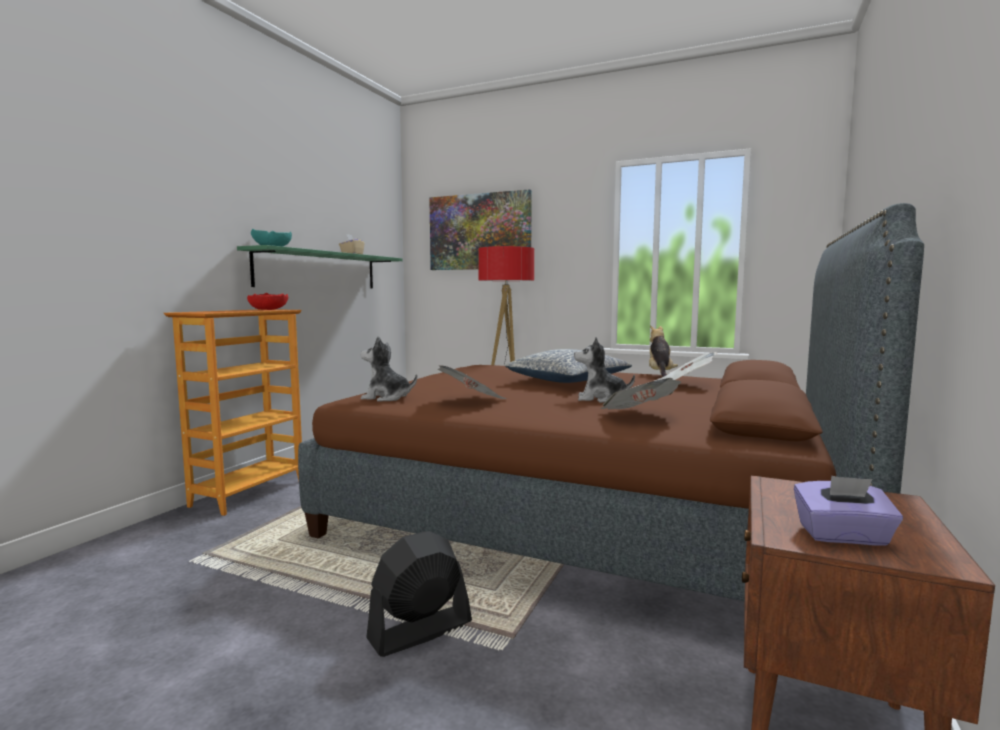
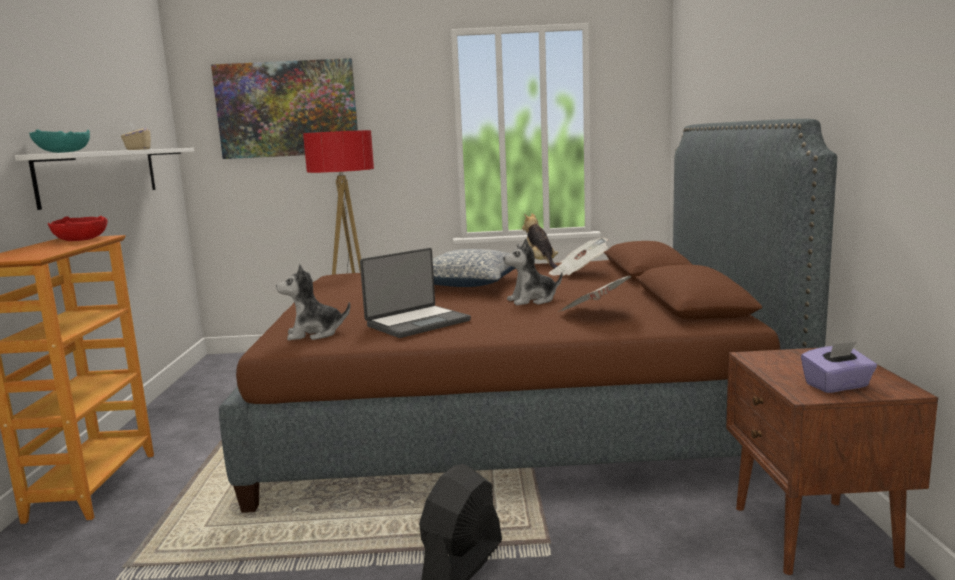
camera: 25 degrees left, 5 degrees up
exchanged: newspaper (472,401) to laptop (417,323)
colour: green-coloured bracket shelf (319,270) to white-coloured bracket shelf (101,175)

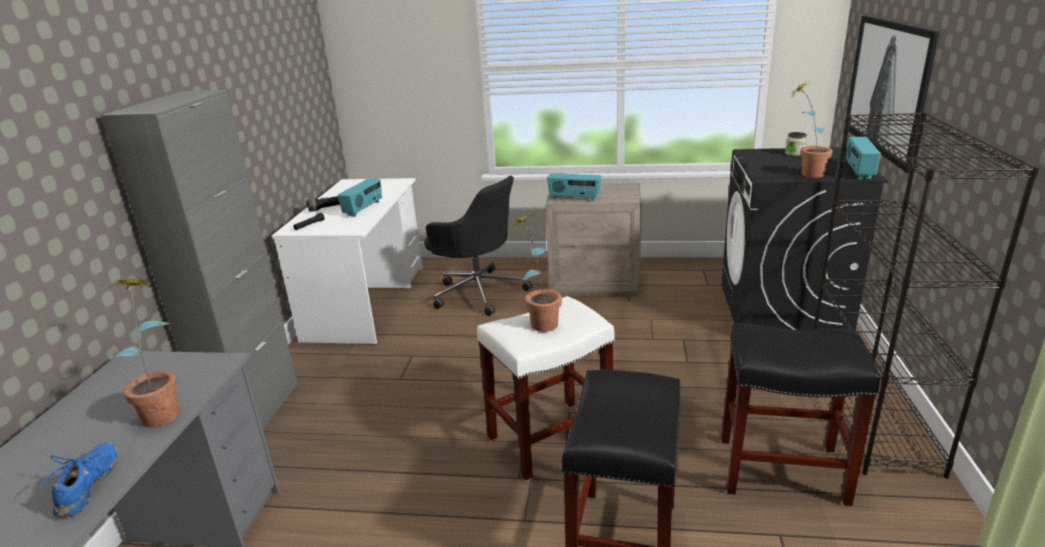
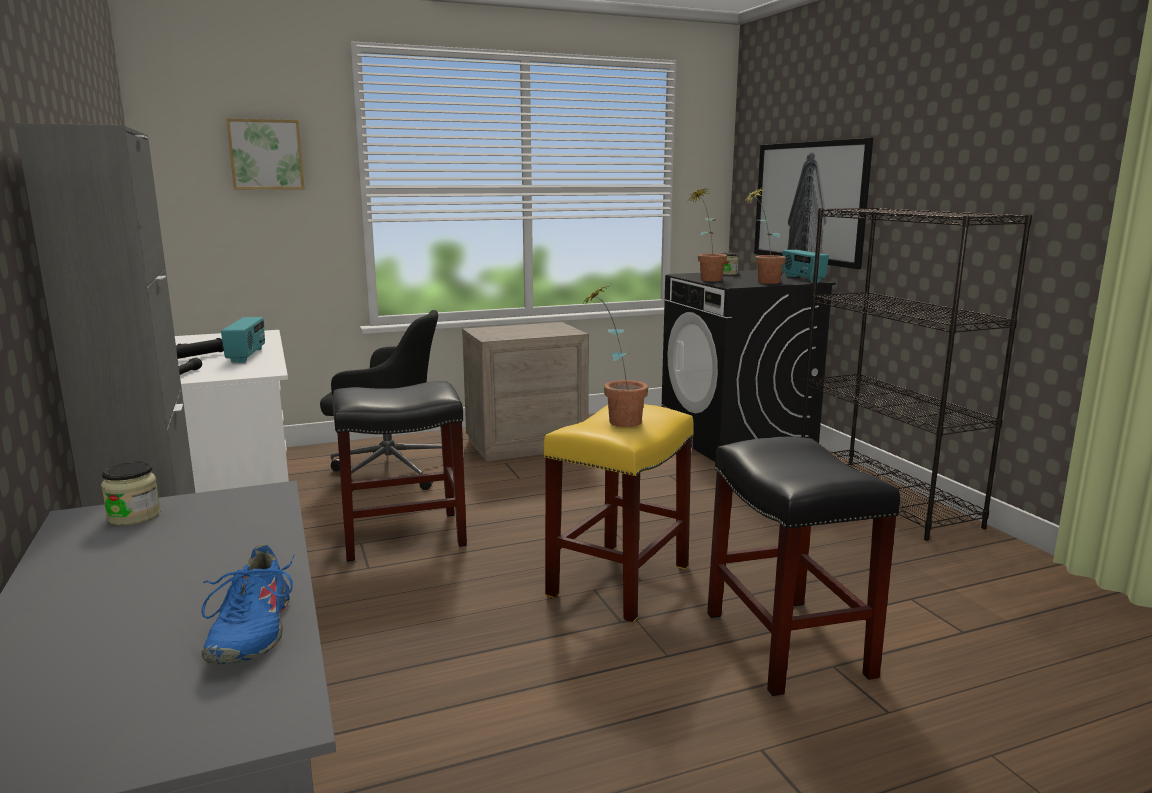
camera: 30 degrees left, 10 degrees down
missing: radio receiver (574,198)
appeared: jar (134,516); picture (266,154)
relocated: potted plant (165,409) to (706,279); black sitting stool (780,470) to (402,536)
colour: white-coloured sitting stool (550,438) to yellow sitting stool (619,580)
spun: blue low shoe (90,486) = (250,631) 150 degrees counterclockwise

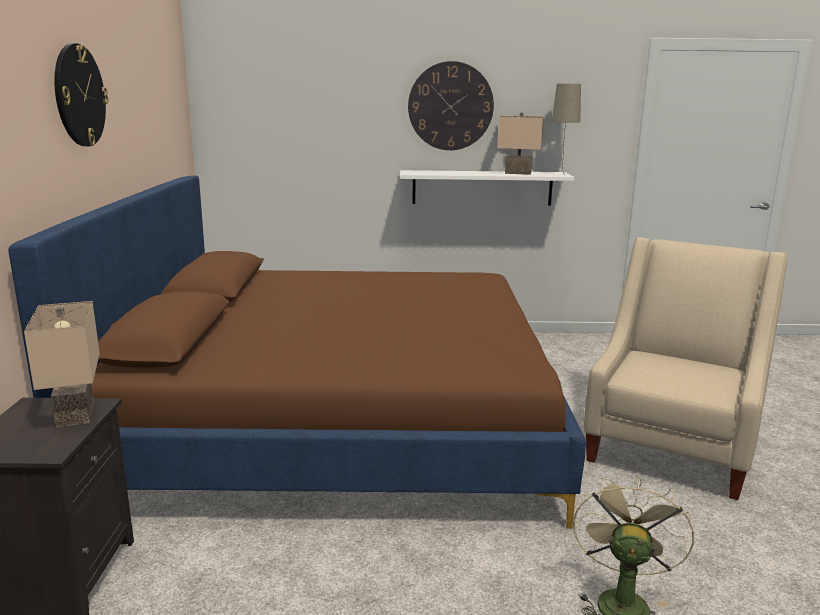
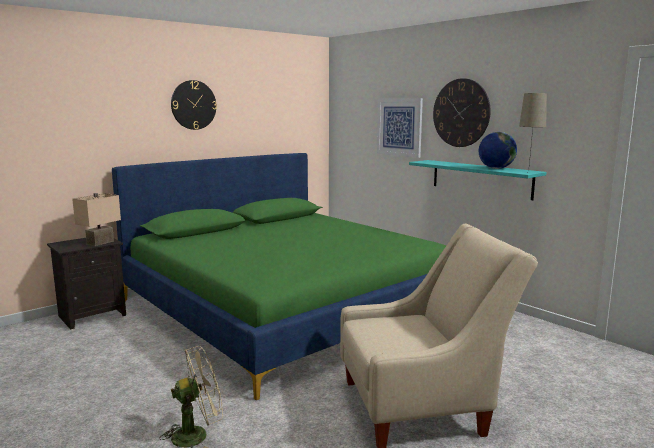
camera: 50 degrees right, 5 degrees down
appeared: picture (399,127)
exchanged: beige-coloured lamp for a table (517,173) to globe (496,168)
colour: brown bedroom bed (338,416) to green-coloured bedroom bed (286,307); white-coloured bracket shelf (482,187) to blue-green bracket shelf (480,179)

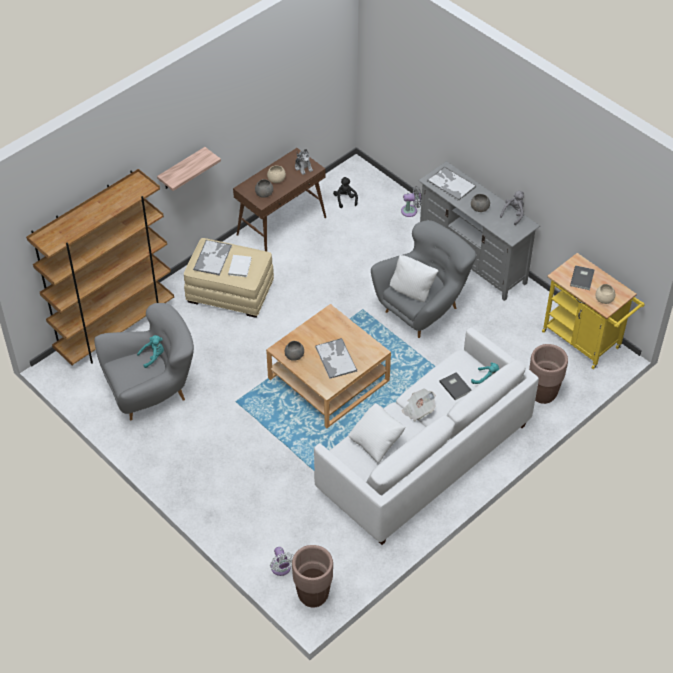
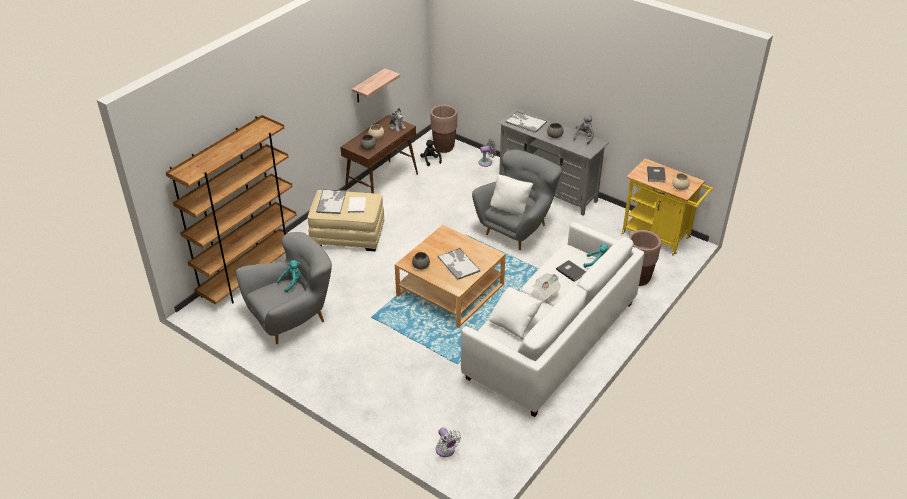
camera: 10 degrees left, 10 degrees down
relocated: bracket shelf (182,169) to (369,86); brown planter (313,595) to (444,147)

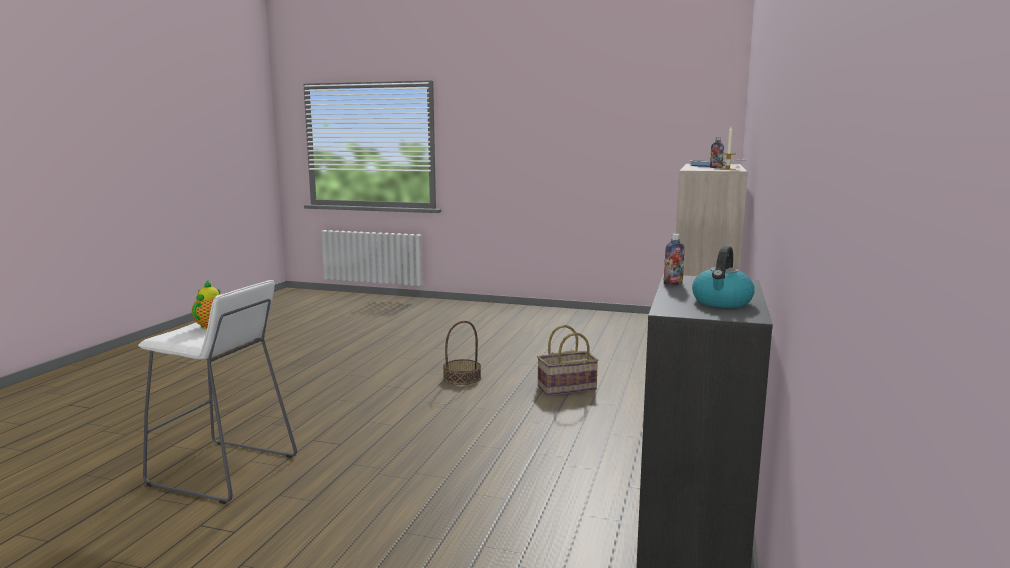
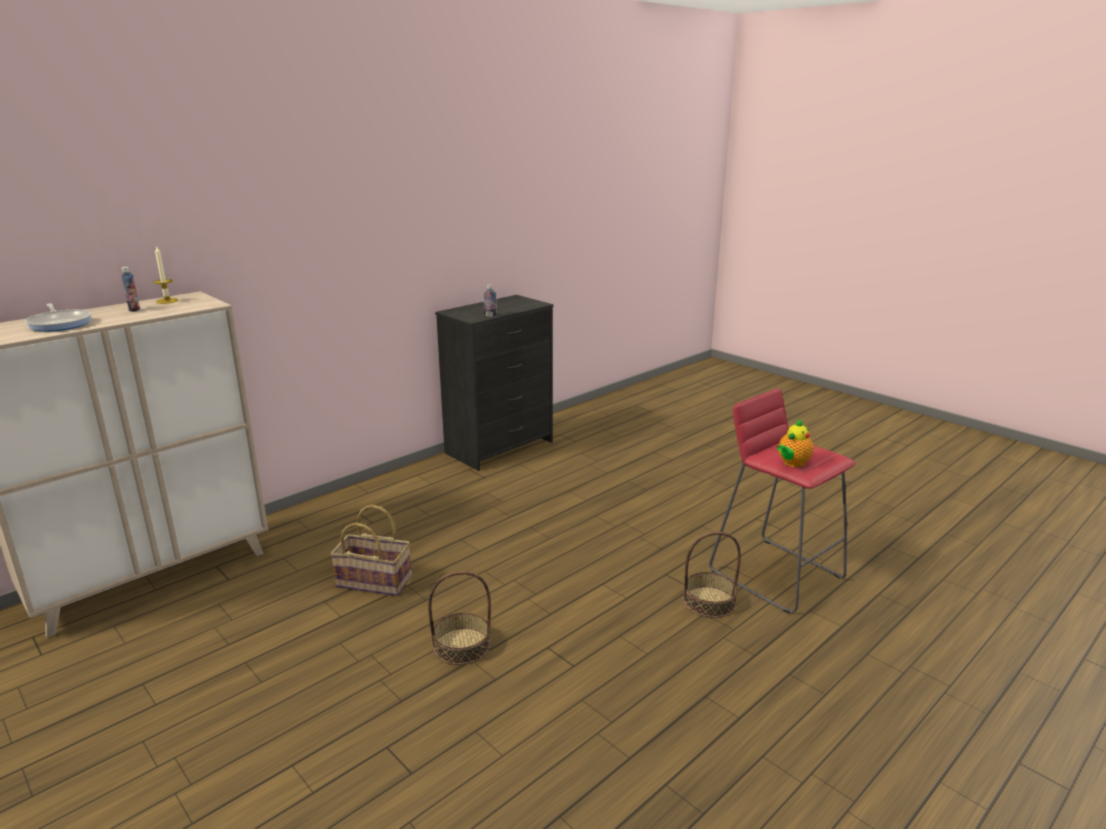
camera: 150 degrees left, 10 degrees up
missing: kettle (722,302)
appeared: storage basket (709,602)
colour: white-coloured sitting stool (223,471) to red sitting stool (776,573)

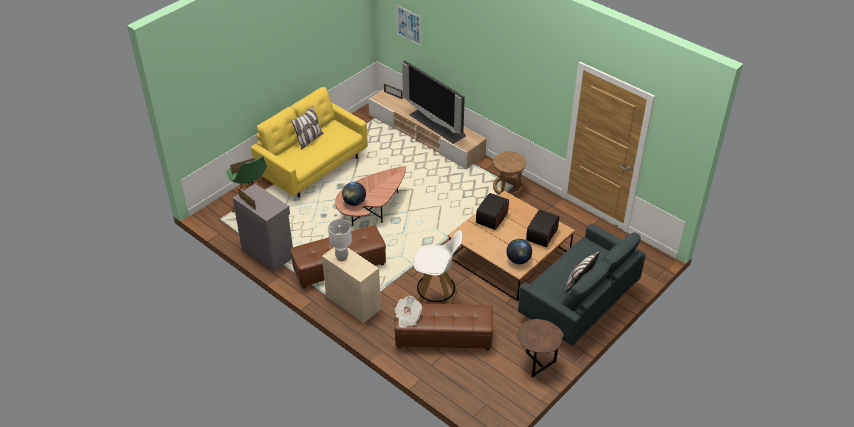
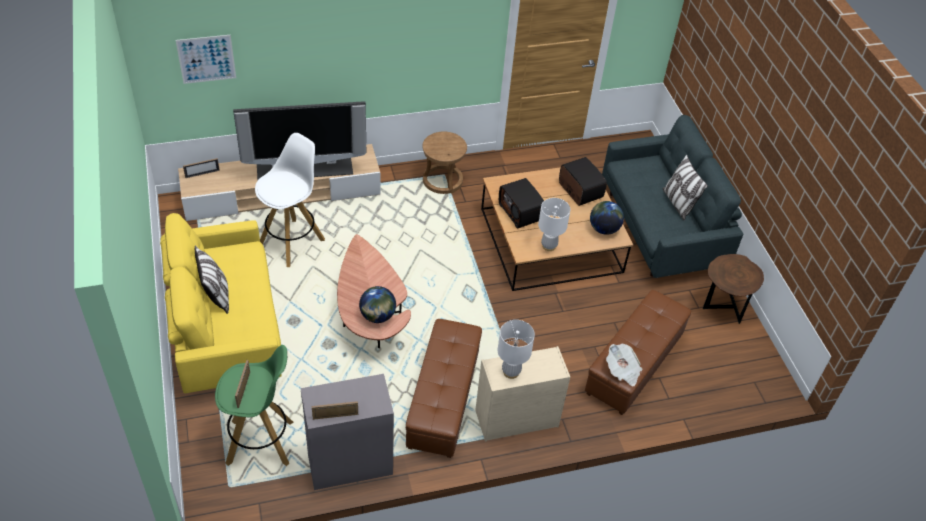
camera: 60 degrees left, 5 degrees up
appeared: white-coloured lamp for a table (548,246)
relocated: white-coloured sitting stool (436,303) to (292,242)

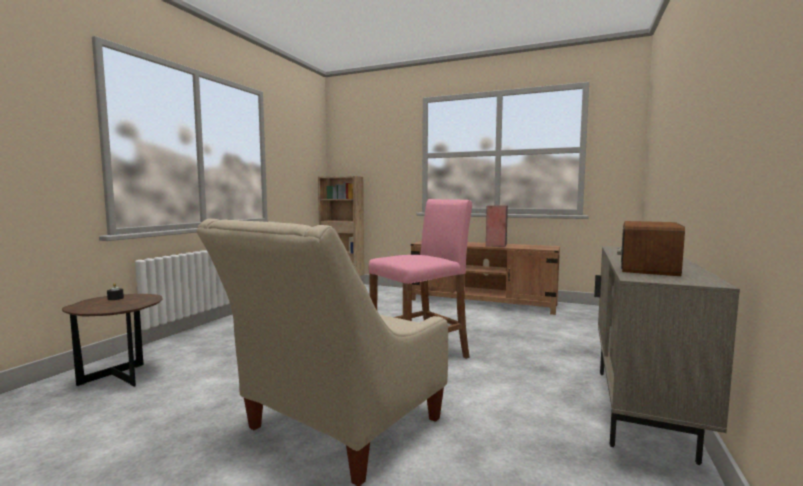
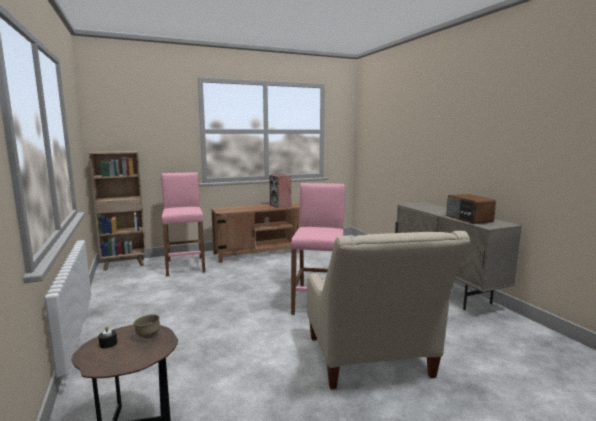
camera: 45 degrees left, 5 degrees up
appeared: brown bowl (148,336); pink sitting stool (185,266)

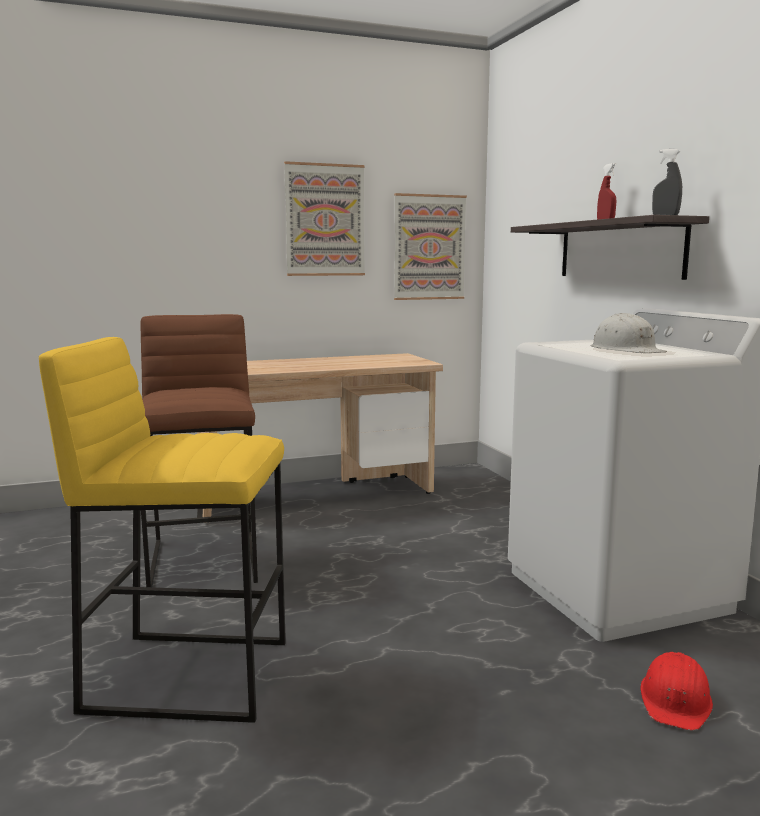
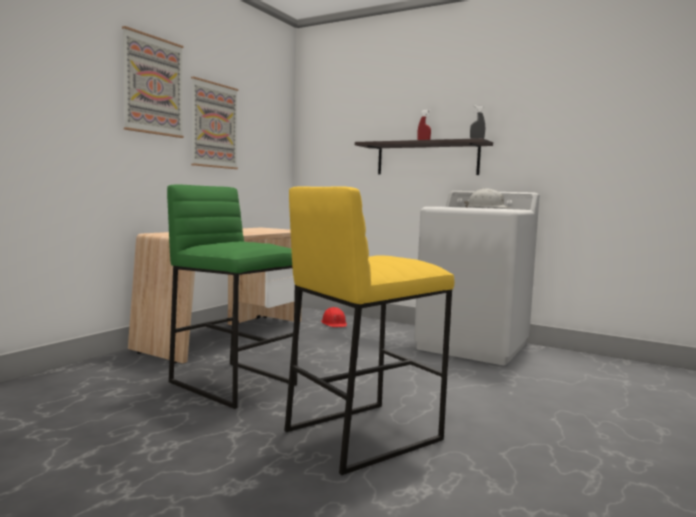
camera: 40 degrees left, 5 degrees down
relocated: picture (429,247) to (153,86); red safety helmet (676,700) to (334,323)
colour: brown sitting stool (205,561) to green-coloured sitting stool (234,383)

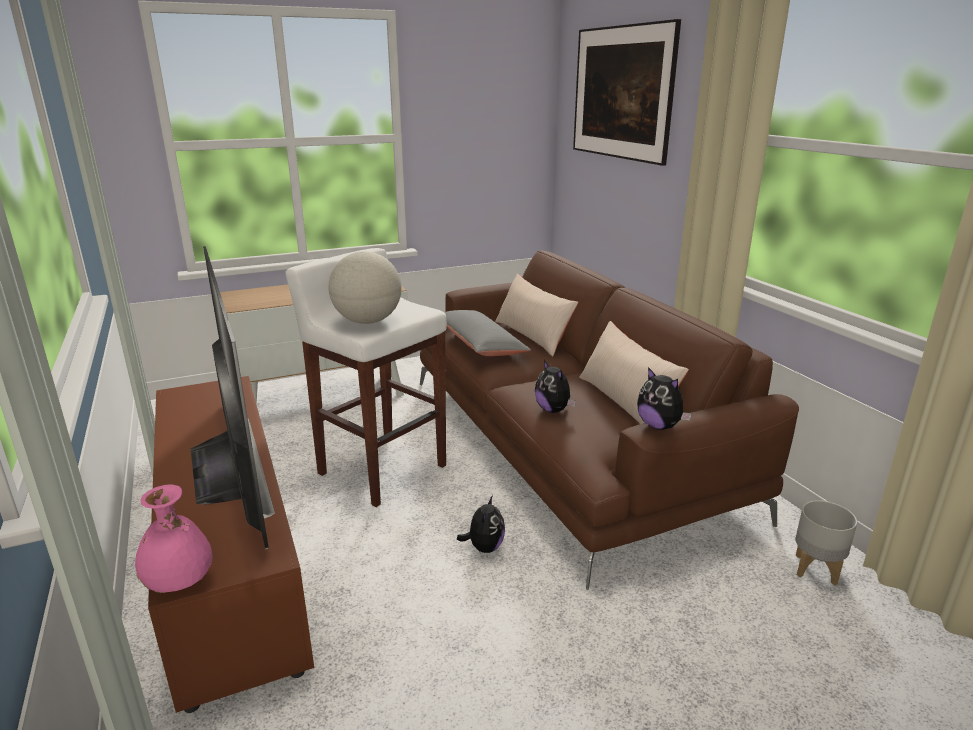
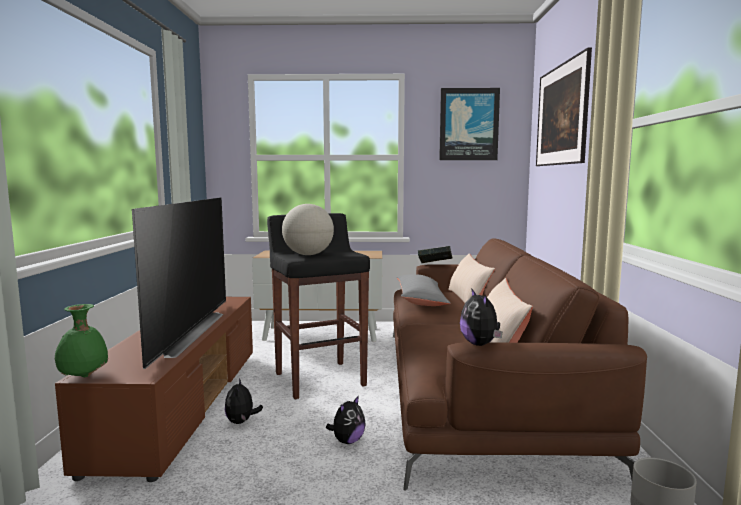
camera: 25 degrees right, 15 degrees down
appeared: book (434,265); picture (468,124)
relocated: soft toy (553,410) to (241,422)
colour: pink vase (180,584) to green-coloured vase (83,377); white-coloured sitting stool (381,469) to black sitting stool (319,379)

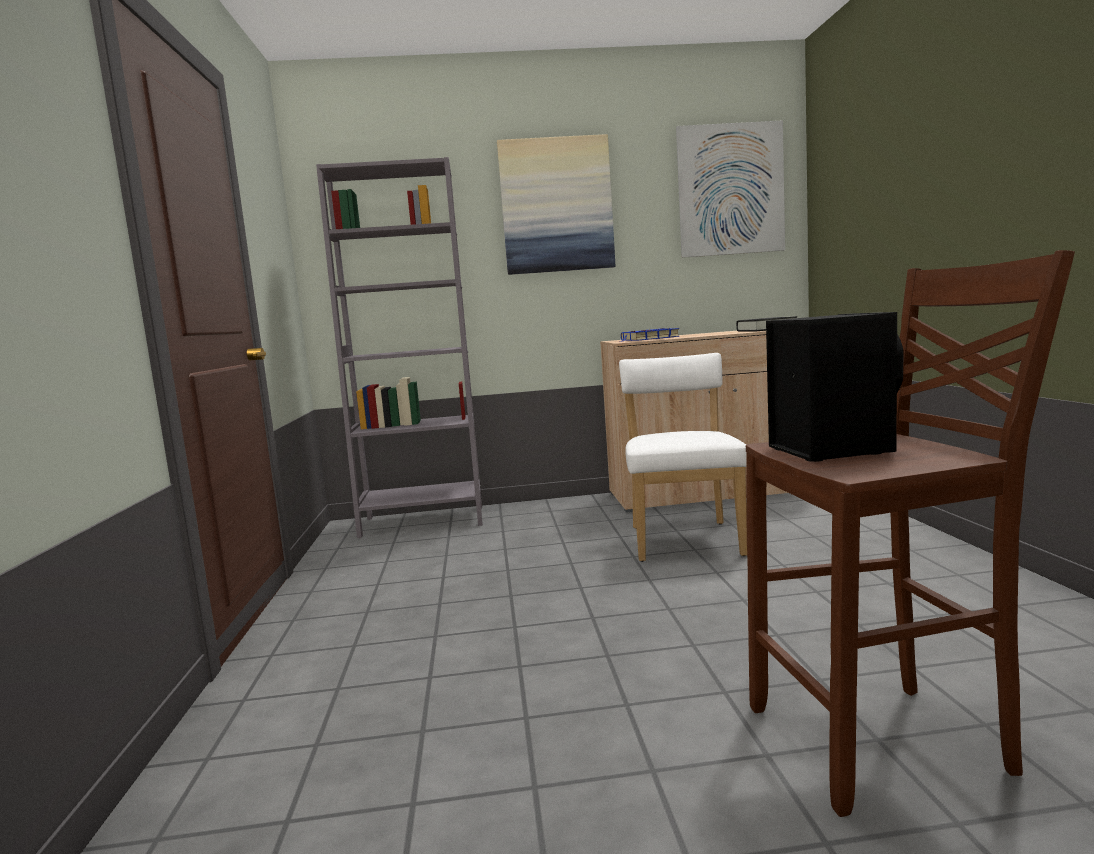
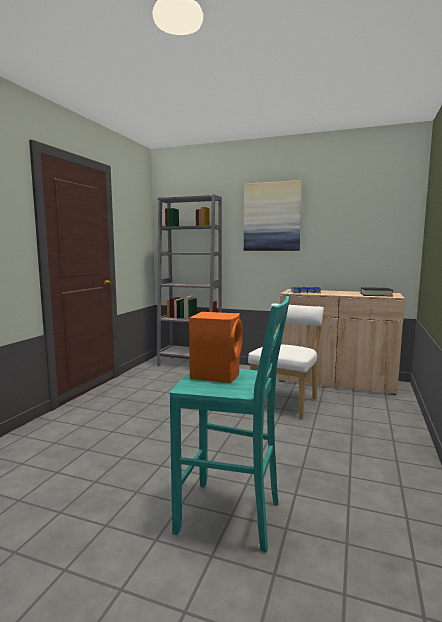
camera: 25 degrees right, 0 degrees up
missing: picture (730,190)
colour: brown sitting stool (883,742) to blue-green sitting stool (231,517); black loudspeaker (828,449) to orange-coloured loudspeaker (216,375)

